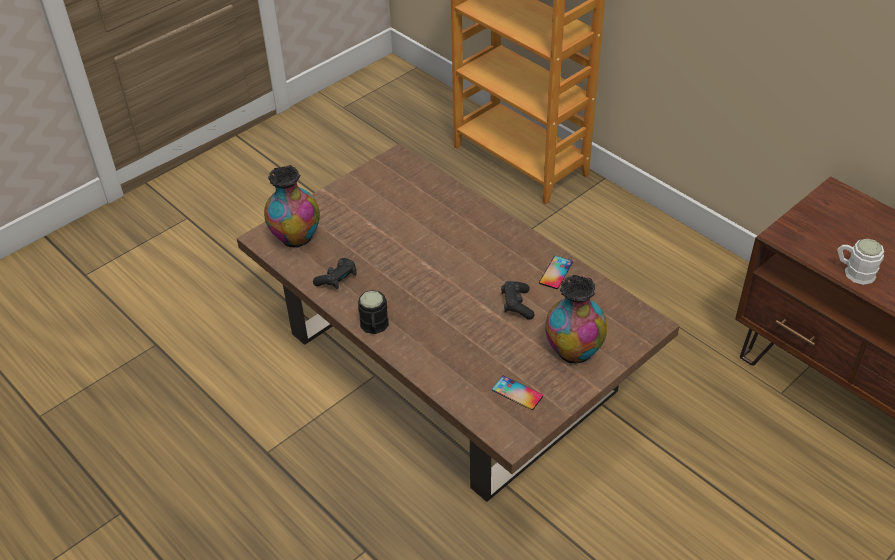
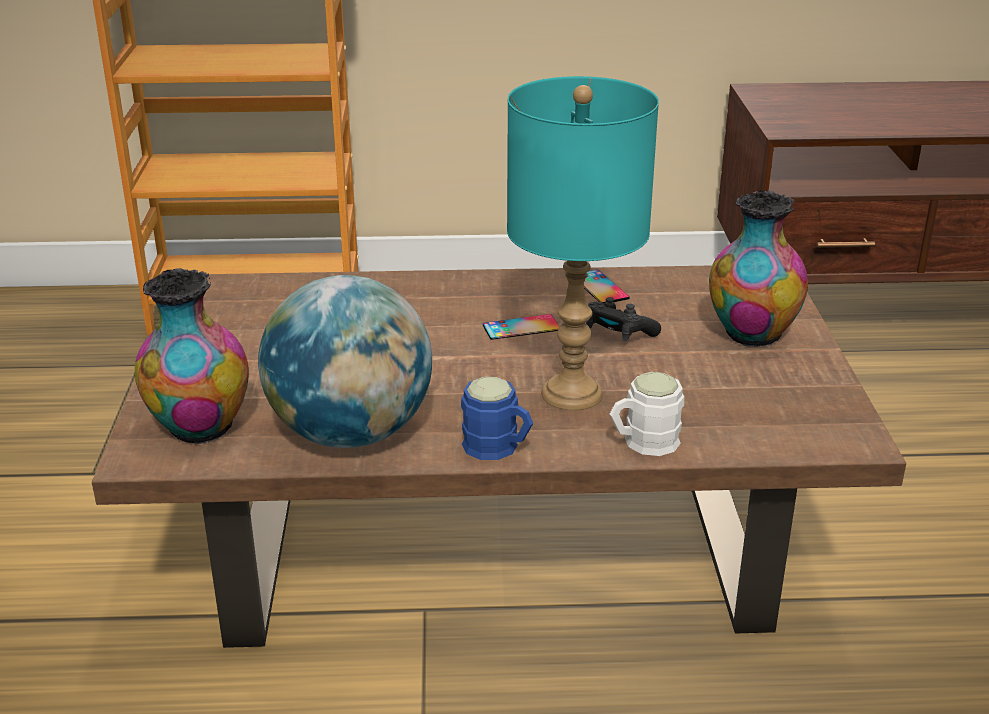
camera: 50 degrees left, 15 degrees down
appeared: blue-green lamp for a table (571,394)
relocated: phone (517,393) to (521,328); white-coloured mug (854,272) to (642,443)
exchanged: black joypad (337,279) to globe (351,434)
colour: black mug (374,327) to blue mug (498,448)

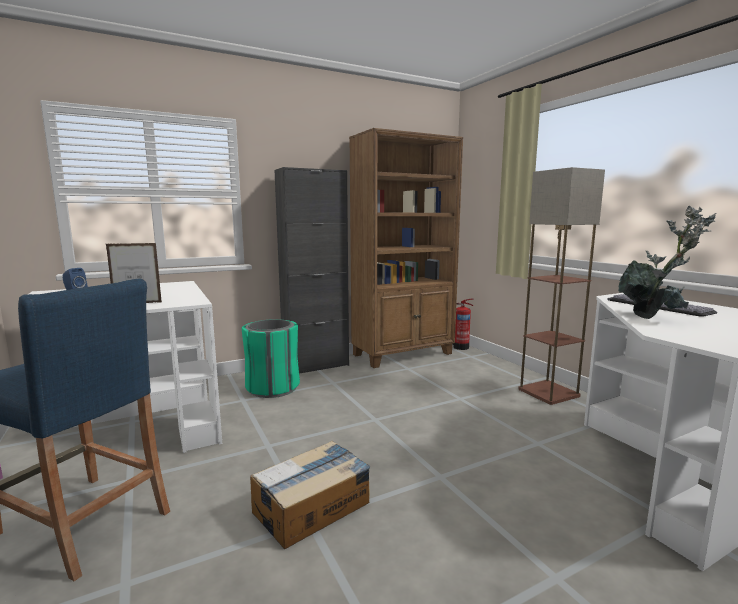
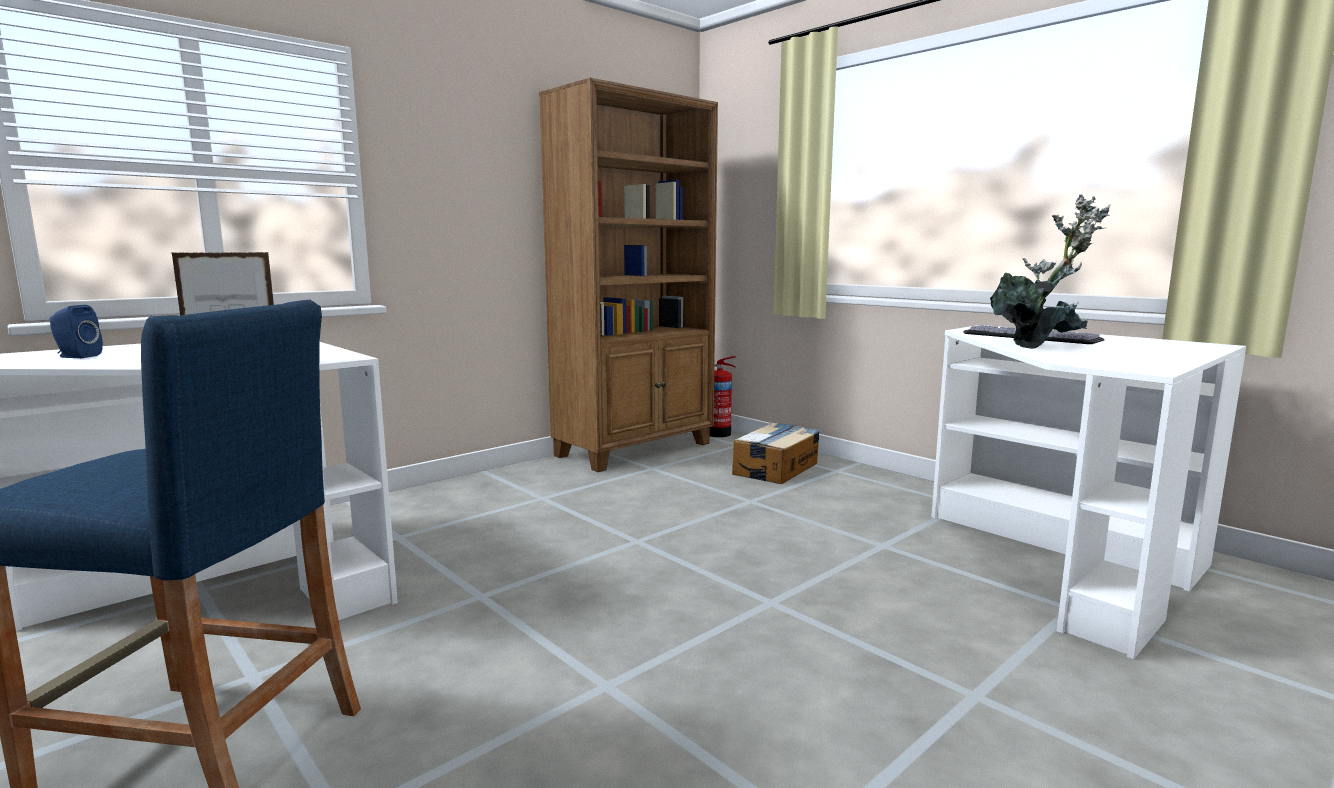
camera: 15 degrees left, 0 degrees up
missing: green-coloured rubbish bin (272,388); black storage cabinet (316,366); standing lamp (548,393)
relocated: carton (313,507) to (776,468)

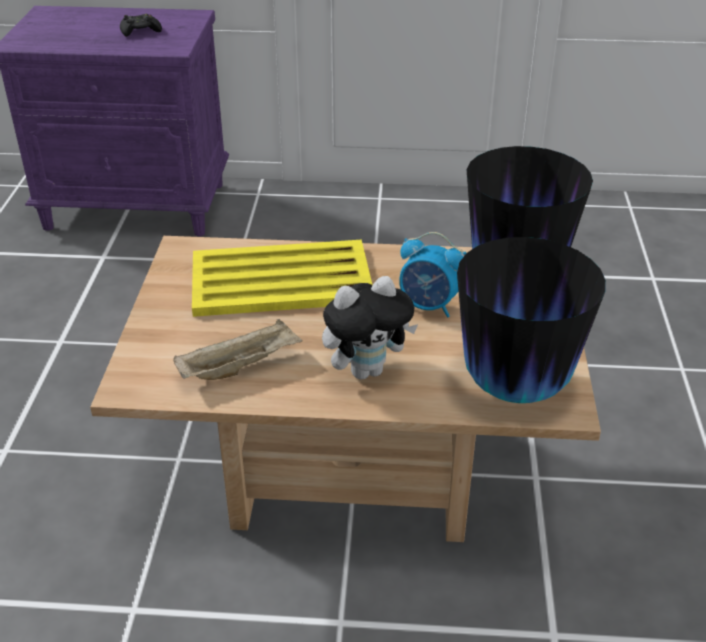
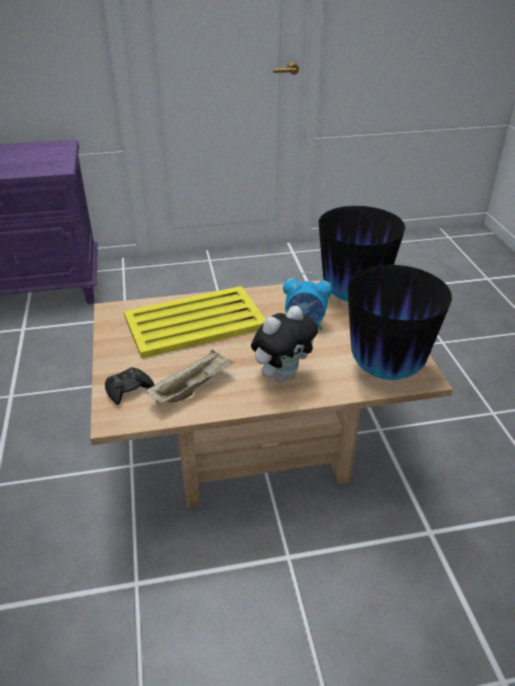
camera: 15 degrees left, 0 degrees up
relocated: black joypad (140,31) to (128,389)

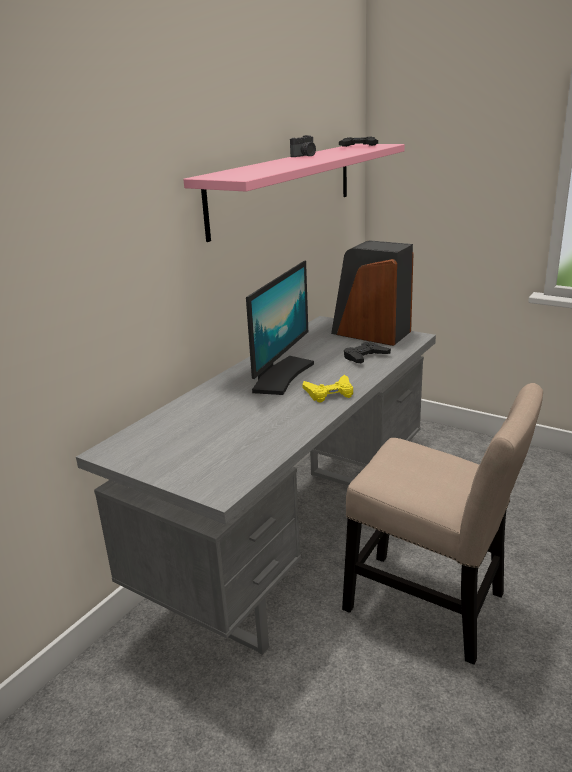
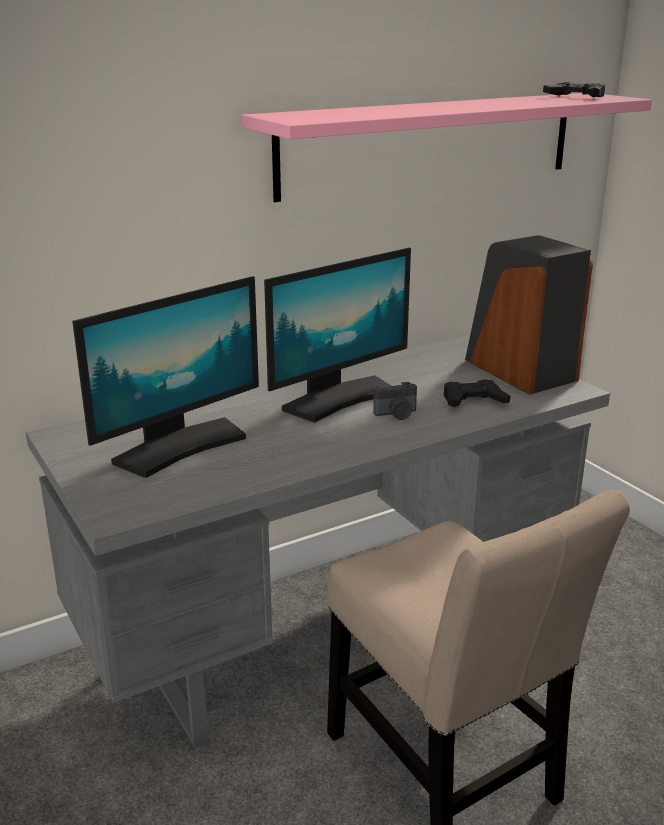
camera: 25 degrees right, 0 degrees up
missing: yellow joypad (329,393)
appeared: computer screen (180,447)
relocated: still camera (305,156) to (396,414)

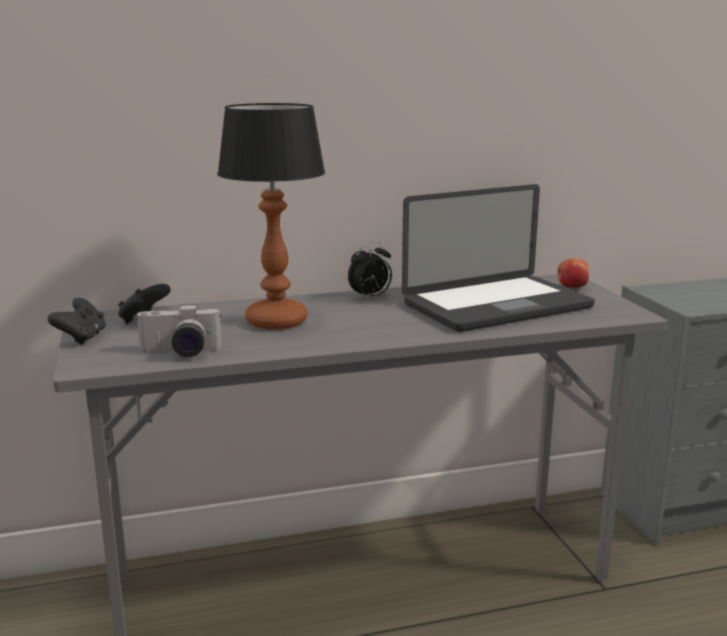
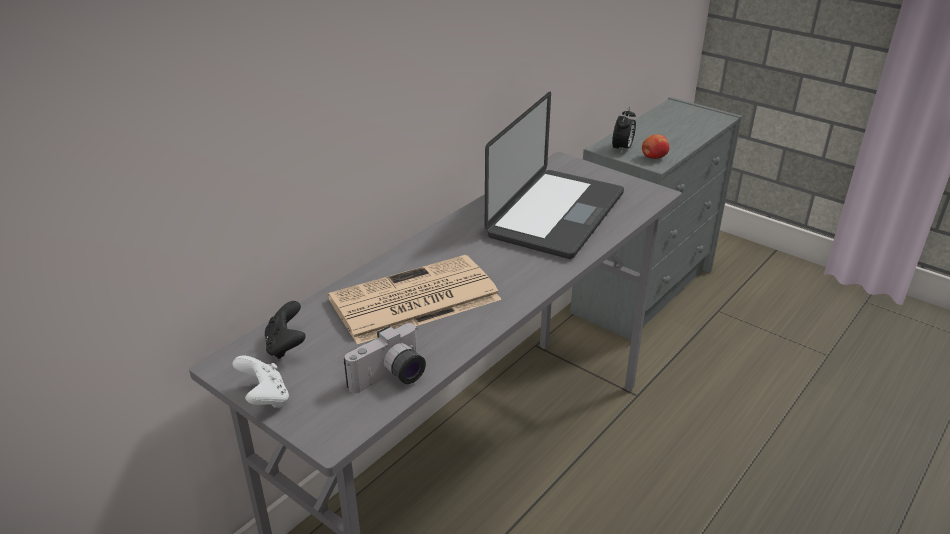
camera: 35 degrees left, 15 degrees up
relocated: alarm clock (370,297) to (622,149); whole apple (572,287) to (653,157)
exchanged: lamp for a table (275,321) to newspaper (413,301)
colour: black joypad (82,338) to white-coloured joypad (265,398)

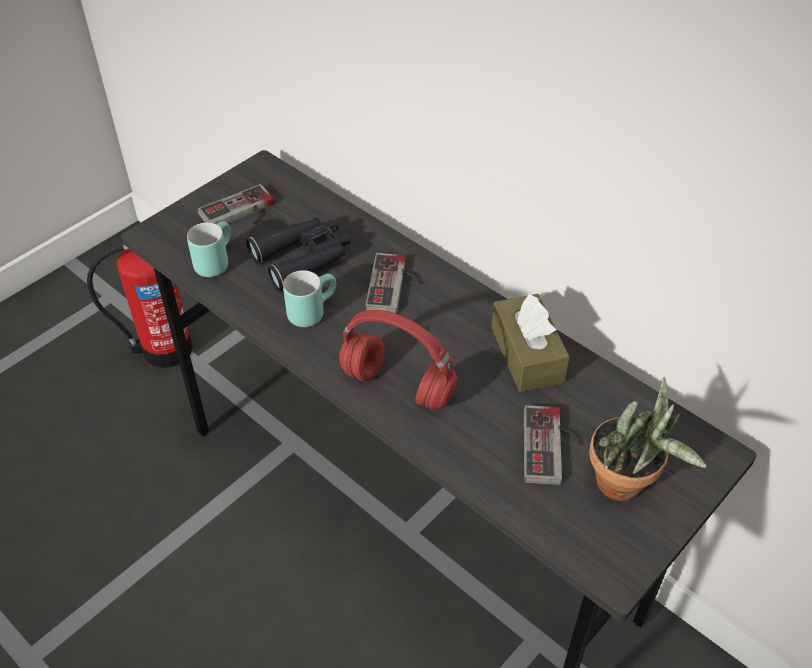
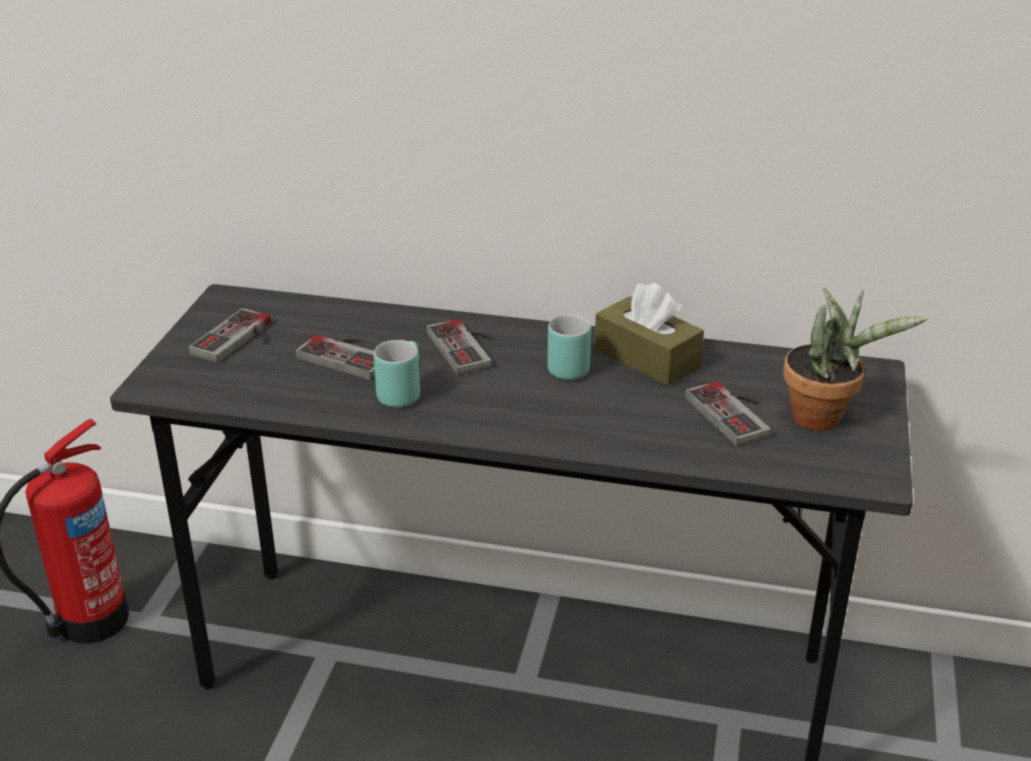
camera: 30 degrees left, 15 degrees down
missing: red headphones (400,386)
relocated: blue-green mug (214,261) to (564,366)
exchanged: black pair of binoculars (303,258) to joypad (349,355)

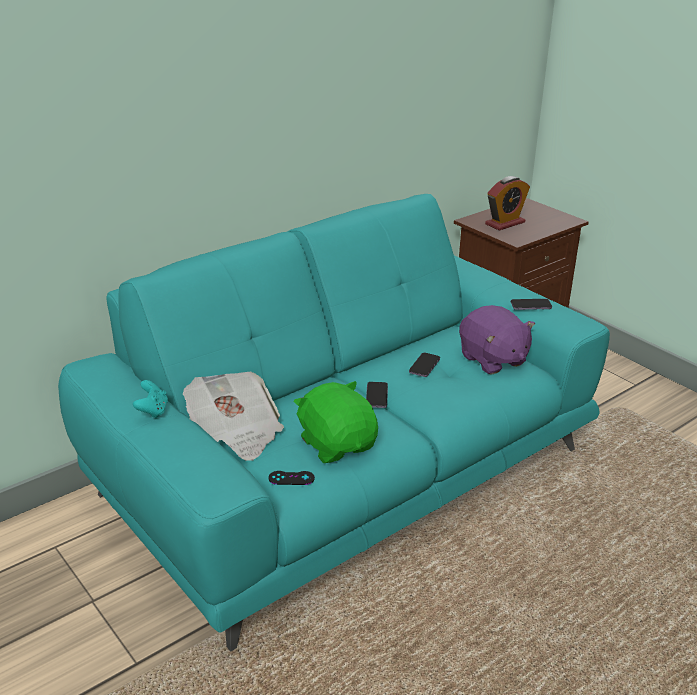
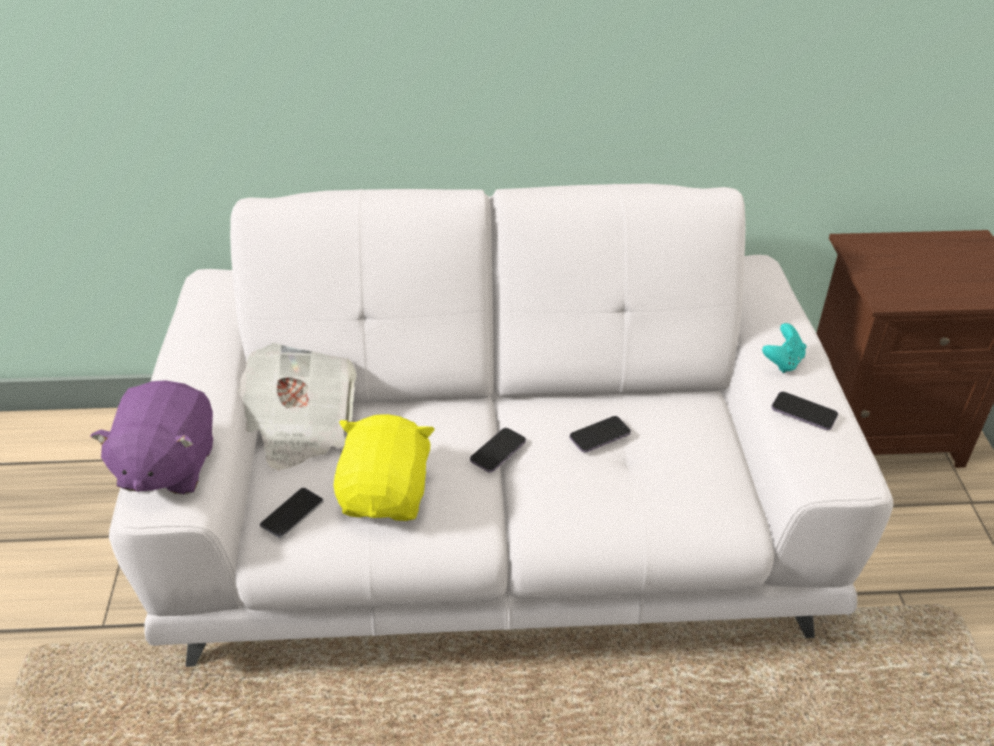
camera: 35 degrees right, 10 degrees up
missing: alarm clock (505,223)
relocated: blue-green joypad (152,411) to (782,362); purple soft toy (492,360) to (166,466)
exchanged: black joypad (291,478) to phone (292,514)
colour: blue-green couch (347,472) to white-coloured couch (496,519); green-coloured soft toy (337,444) to yellow soft toy (386,495)

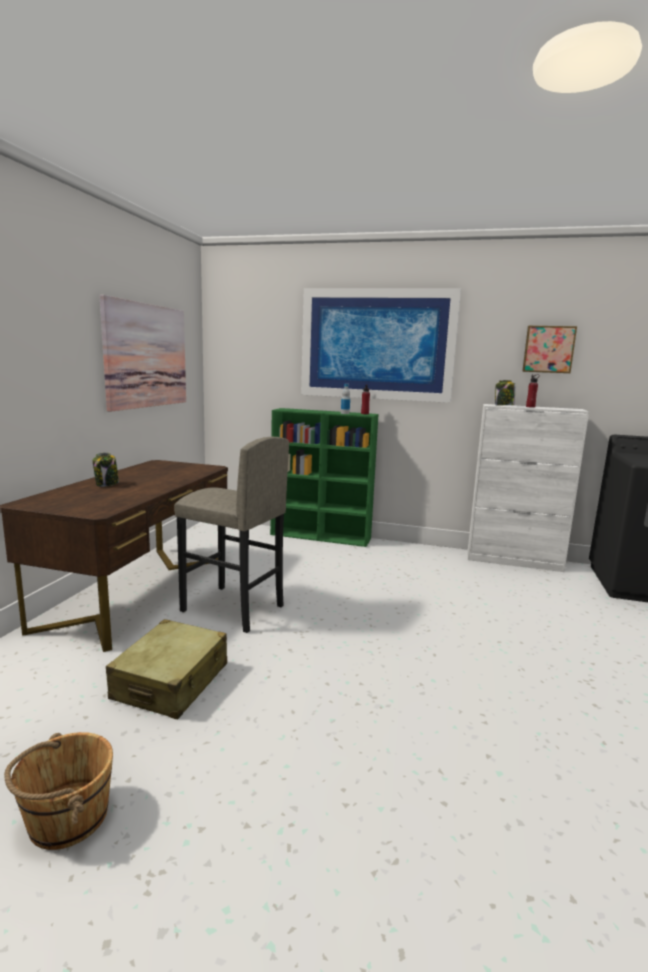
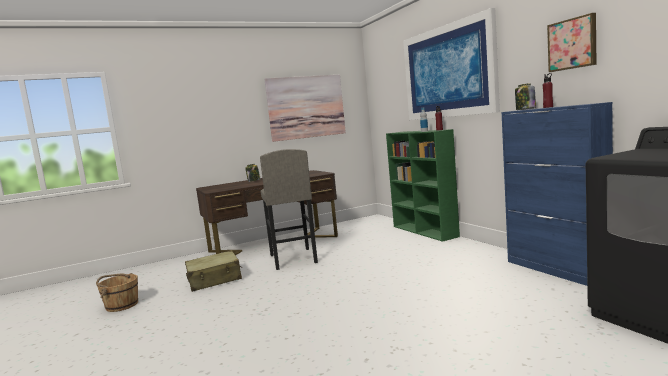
camera: 50 degrees right, 5 degrees down
colour: white-coloured storage cabinet (514,561) to blue storage cabinet (556,270)

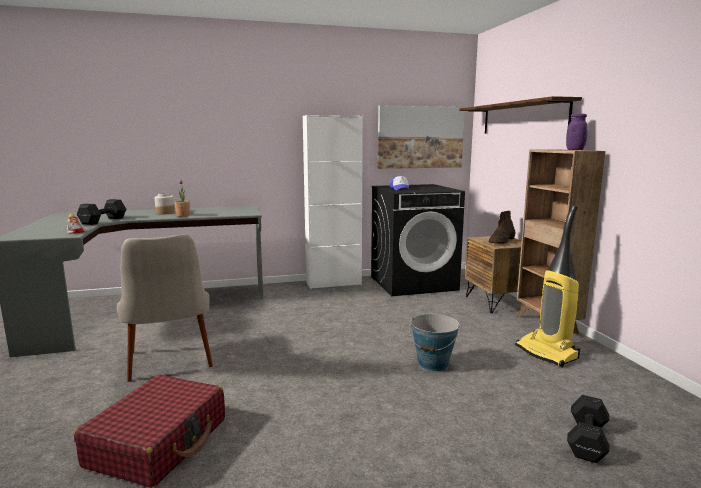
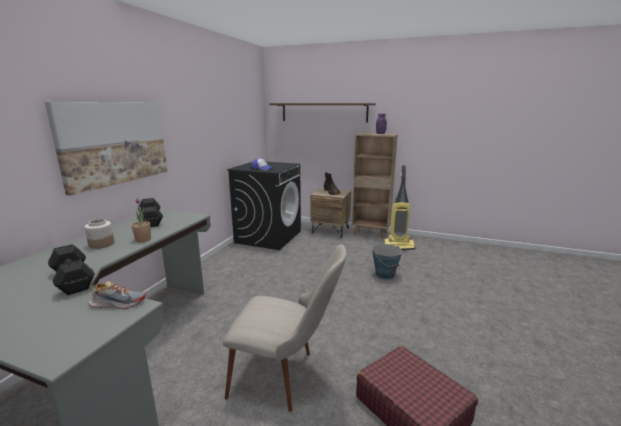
camera: 55 degrees left, 5 degrees up
missing: white-coloured storage cabinet (333,283)
relocated: picture (420,137) to (115,143); black free weight (586,441) to (150,221)

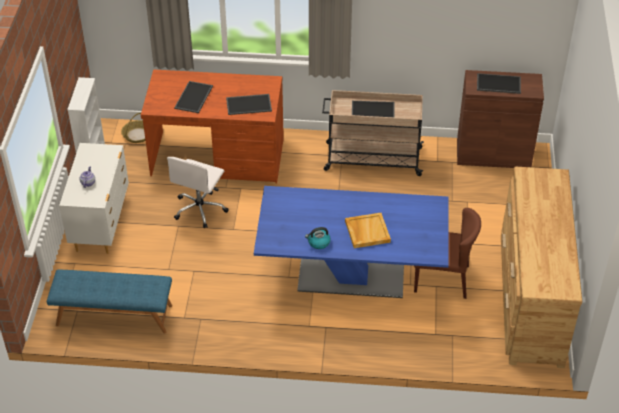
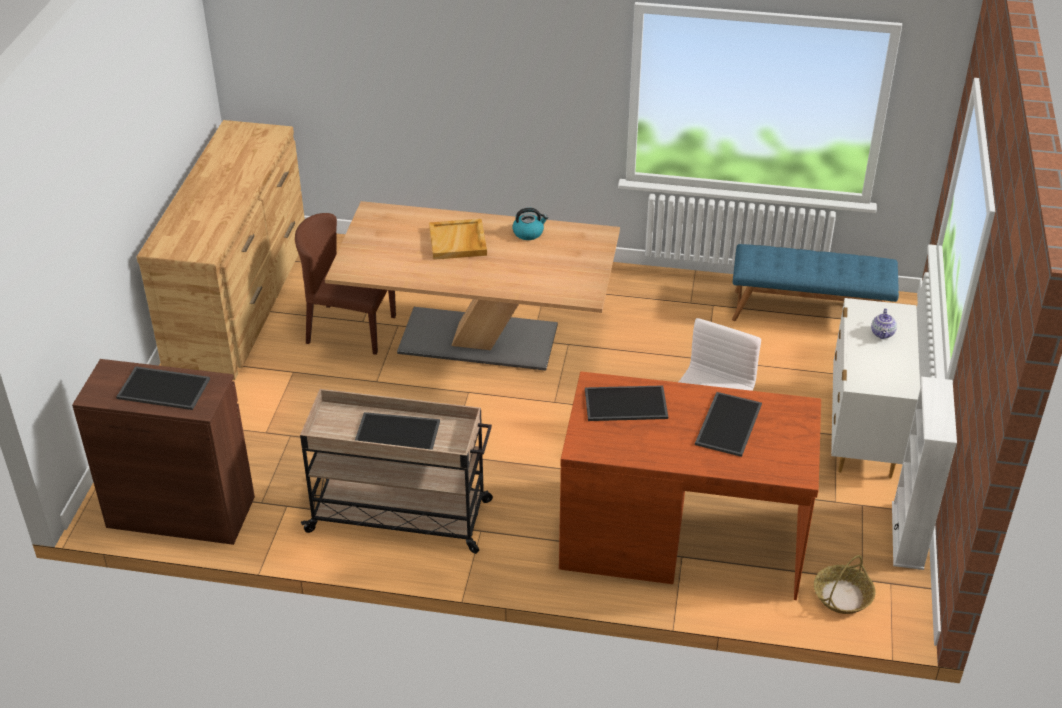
camera: 175 degrees left, 5 degrees down
colour: blue dinner table (351,276) to beige-coloured dinner table (478,340)

